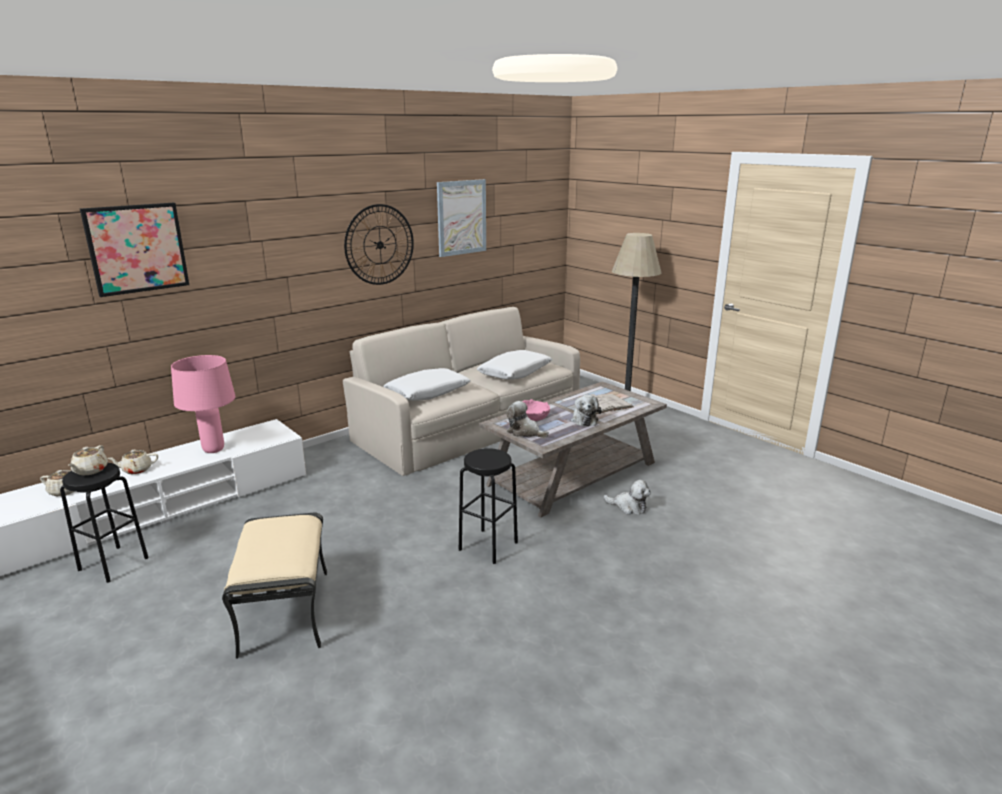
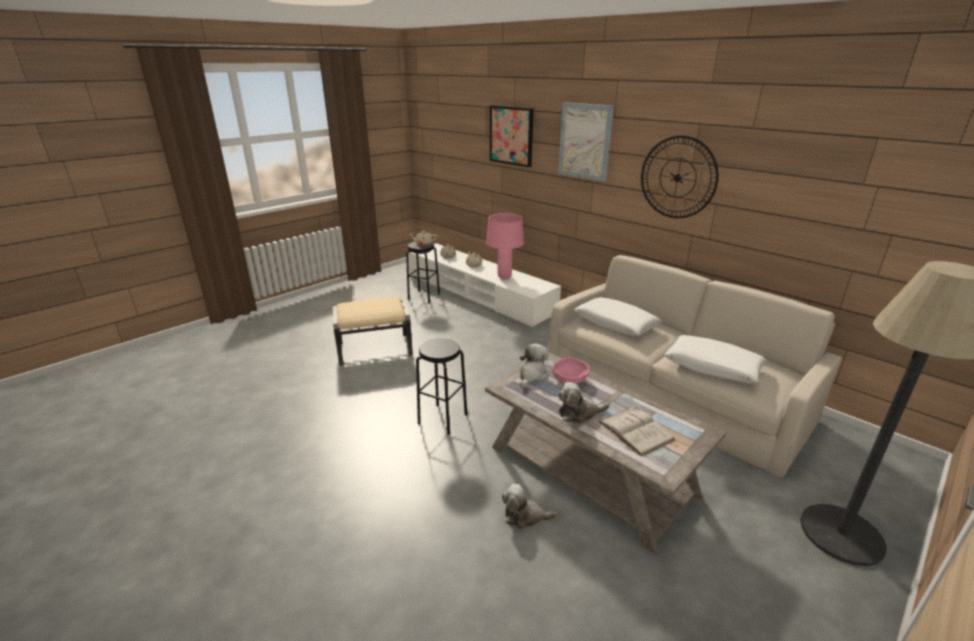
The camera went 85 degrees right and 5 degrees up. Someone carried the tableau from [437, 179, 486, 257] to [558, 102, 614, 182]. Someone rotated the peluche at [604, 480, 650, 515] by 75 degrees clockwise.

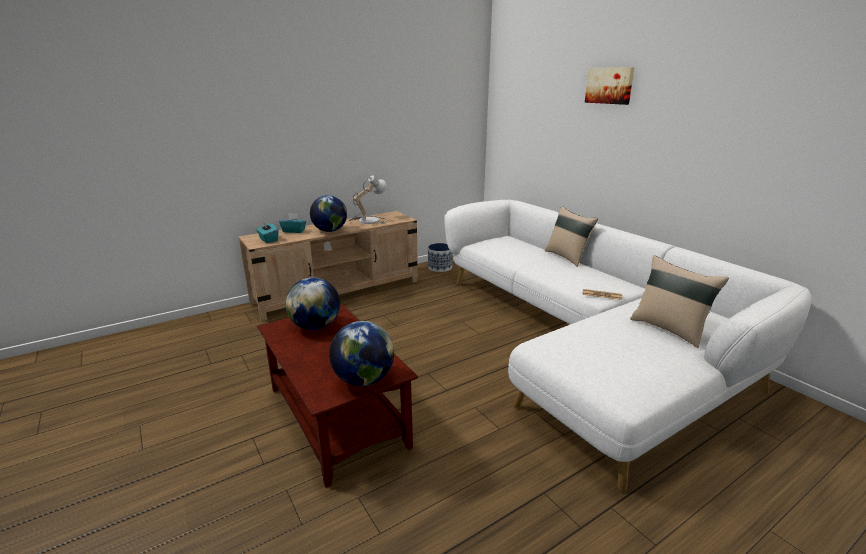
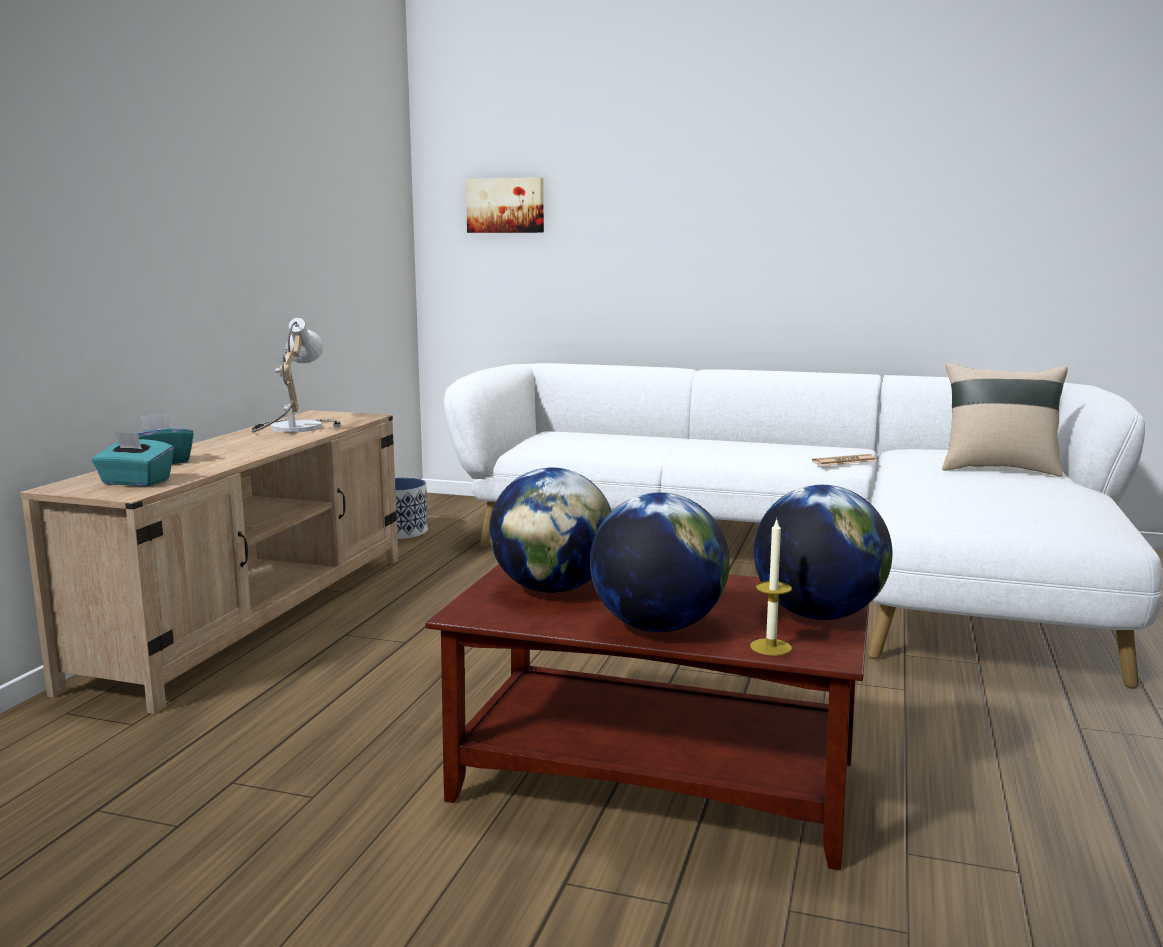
The camera went 40 degrees left and 10 degrees down. Someone carried the globe from [310, 195, 347, 232] to [590, 492, 730, 632]. Someone took away the coussin/beige at [545, 206, 598, 267]. Someone carried the tableau from [585, 67, 635, 105] to [466, 178, 544, 233]. Someone put down the bougie at [750, 520, 792, 656].

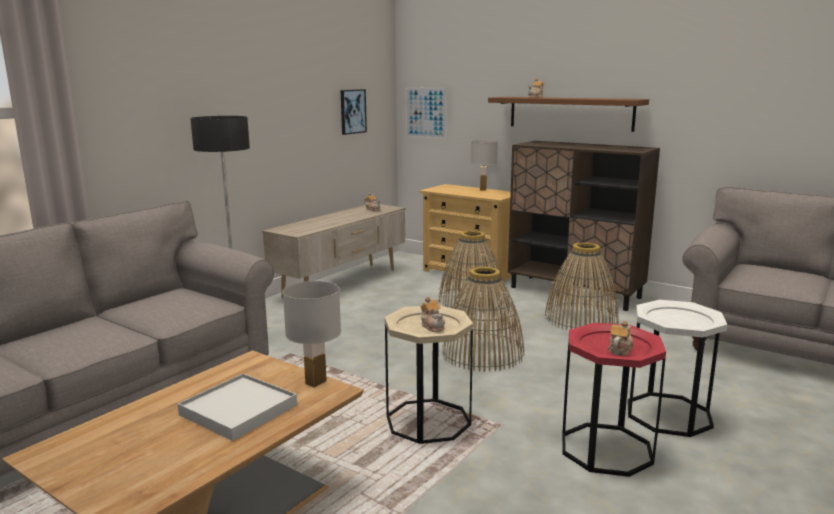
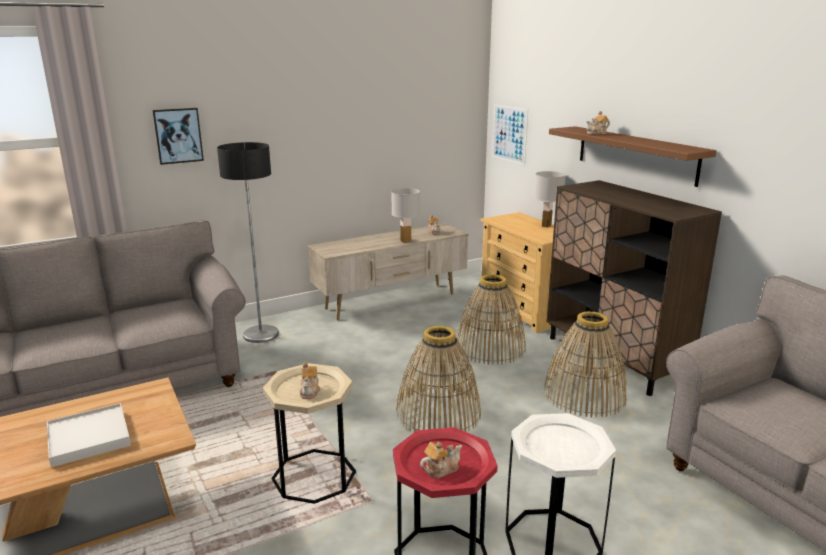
The camera went 25 degrees right and 5 degrees up. Someone carried the lampe de table/blanc from [283, 281, 341, 387] to [391, 188, 420, 242]. Someone carried the tableau from [341, 89, 367, 135] to [152, 108, 204, 165].

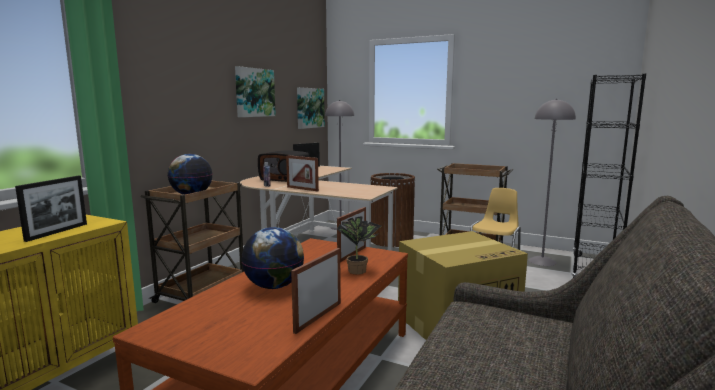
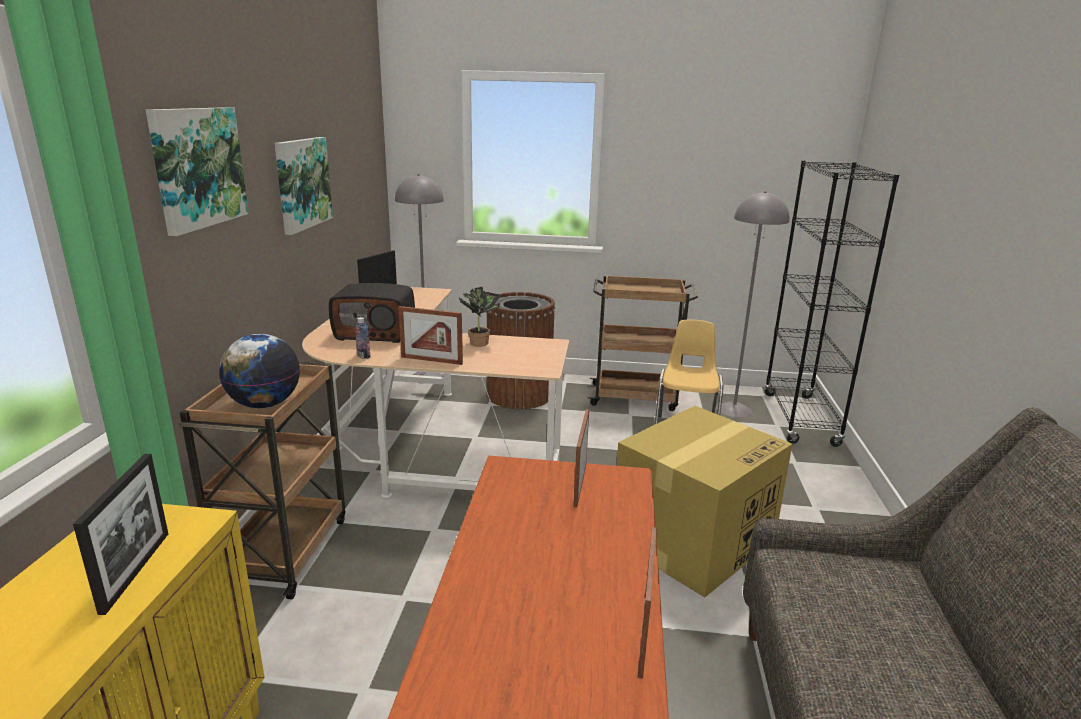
The camera went 20 degrees left and 10 degrees up. Someone took away the globe at [241, 227, 304, 289]. Someone carried the tableau from [297, 87, 325, 129] to [146, 107, 249, 236]. Someone carried the plante en pot from [337, 216, 381, 274] to [459, 287, 502, 347].

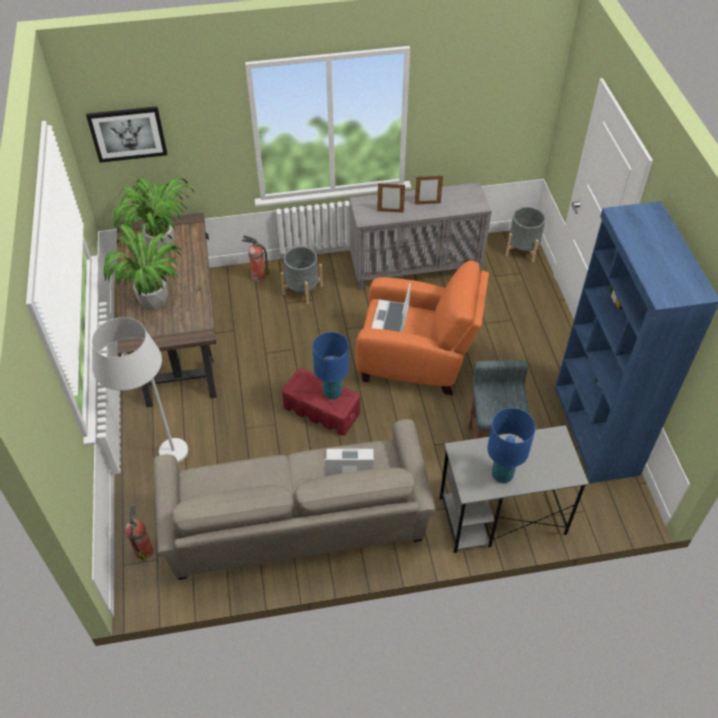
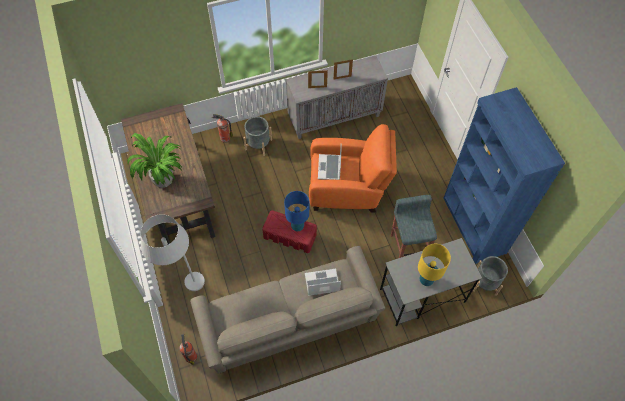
The camera went 10 degrees left and 10 degrees up. Someone took away the tableau at [86, 106, 167, 163]. Someone took away the plante en pot at [114, 176, 194, 252]. Someone repainted the lampe de table/bleu at [487, 408, 536, 483], which became the lampe de table/jaune at [418, 244, 451, 286]. Someone carried the cache-pot/gris from [506, 207, 546, 263] to [473, 256, 508, 296].

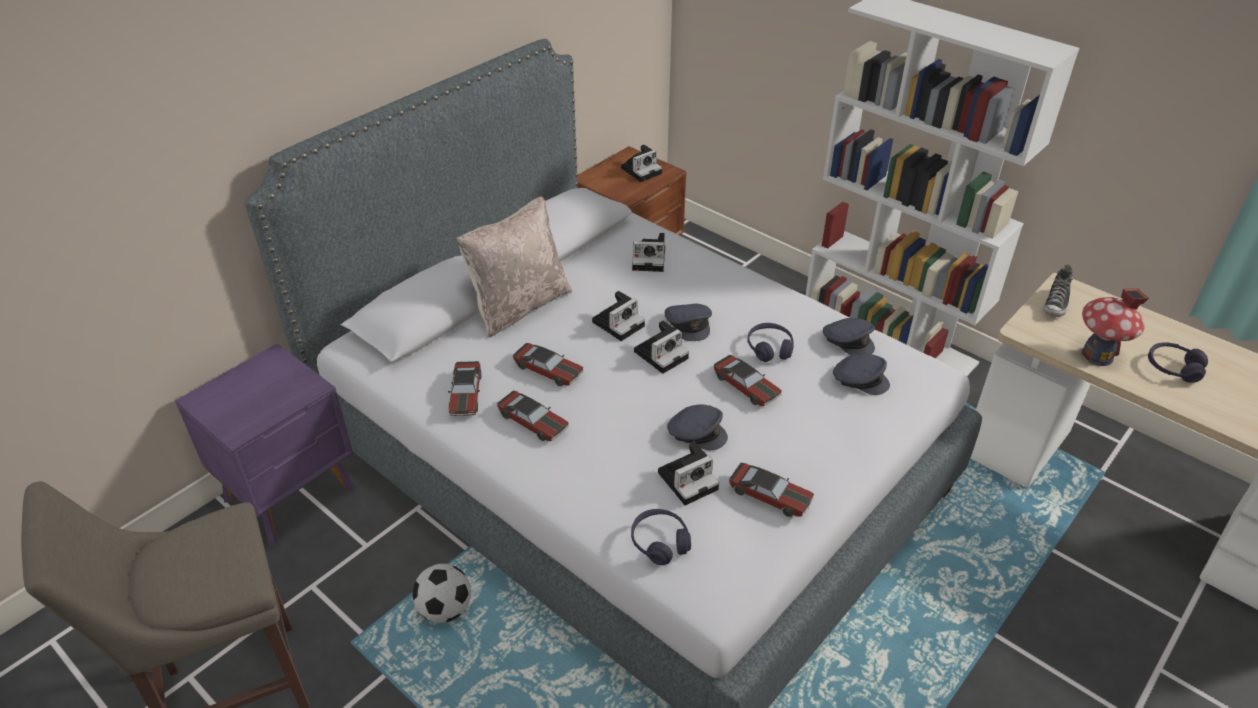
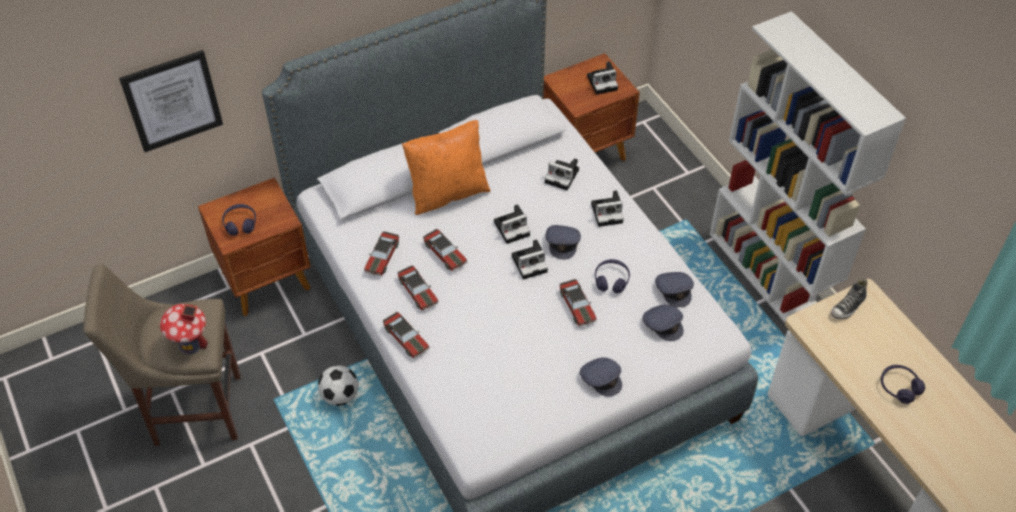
The camera went 20 degrees right and 10 degrees up. Someone repainted the table de chevet/violet at [175, 343, 354, 545], which became the table de chevet/marron at [198, 177, 311, 316]. Someone repainted the coussin/beige at [457, 196, 572, 338], which became the coussin/orange at [402, 120, 491, 215]. Someone carried the casque audio/violet from [631, 509, 691, 565] to [222, 204, 256, 236]. Someone carried the appareil photo from [658, 442, 719, 505] to [591, 190, 624, 227]. Someone carried the casquette/gris from [667, 405, 728, 450] to [580, 357, 622, 397]. Someone carried the petite voiture from [729, 463, 814, 517] to [383, 312, 430, 358]. Someone carried the maison miniature from [1081, 288, 1149, 366] to [160, 304, 208, 354]. Someone put up the tableau at [119, 50, 223, 152].

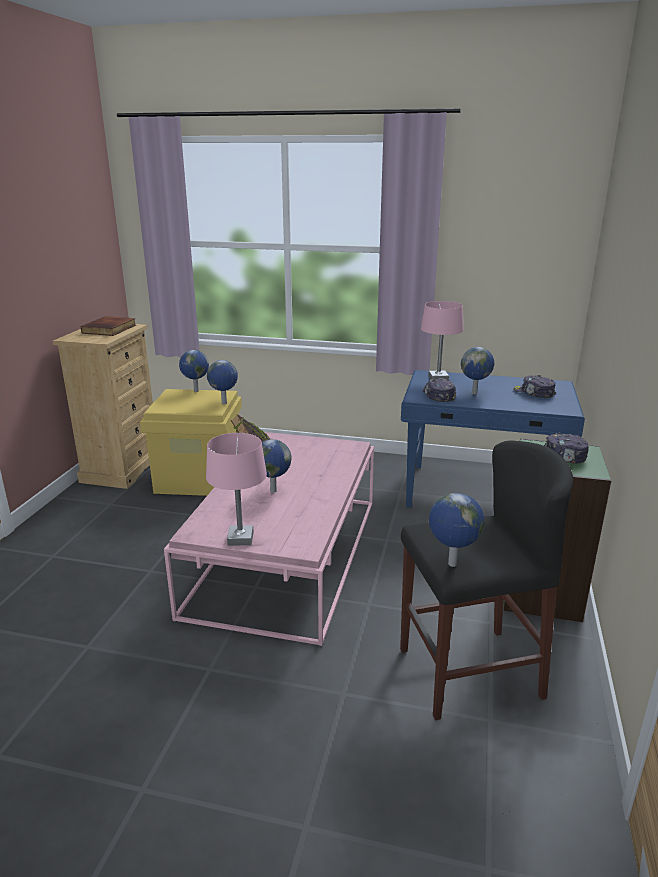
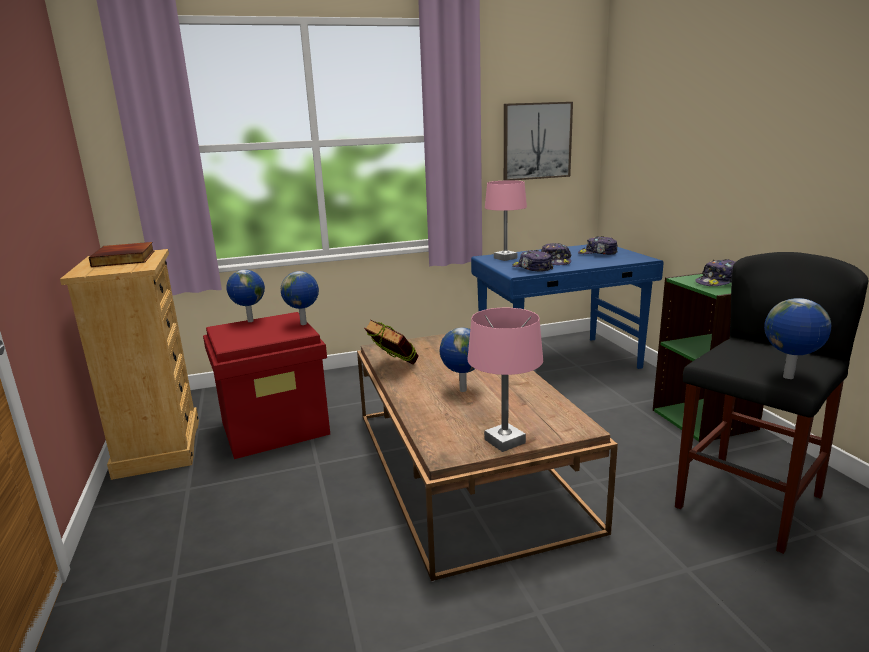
The camera went 30 degrees left and 5 degrees down. Someone repainted the boîte de rangement/jaune at [140, 389, 242, 496], which became the boîte de rangement/rouge at [203, 312, 330, 459]. Someone repainted the table basse/rose at [164, 432, 374, 646], which became the table basse/marron at [357, 334, 618, 582]. Someone swapped the globe at [461, 347, 494, 394] for the casquette at [541, 243, 572, 265]. Someone put up the tableau at [504, 102, 573, 181].

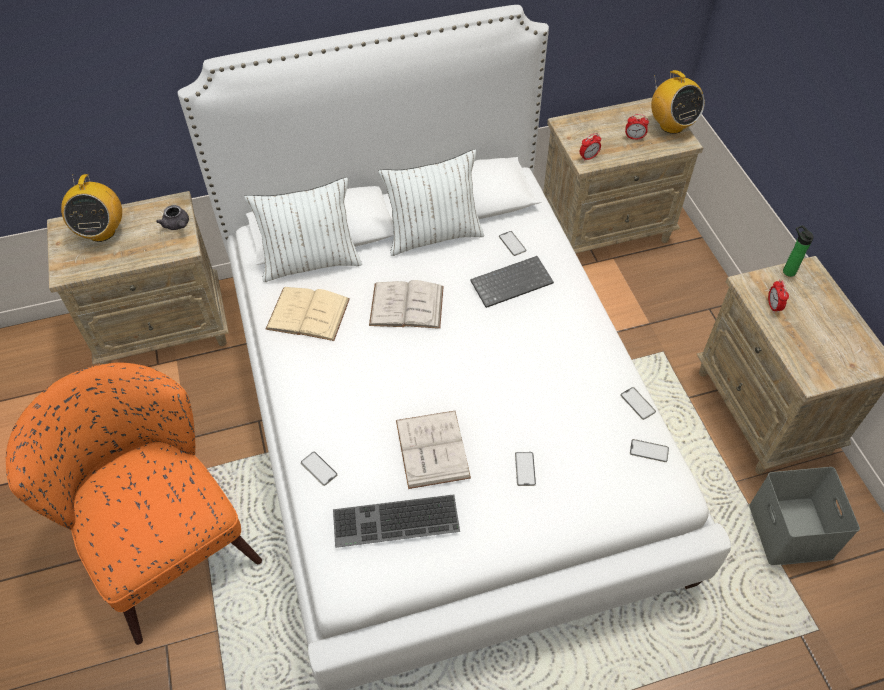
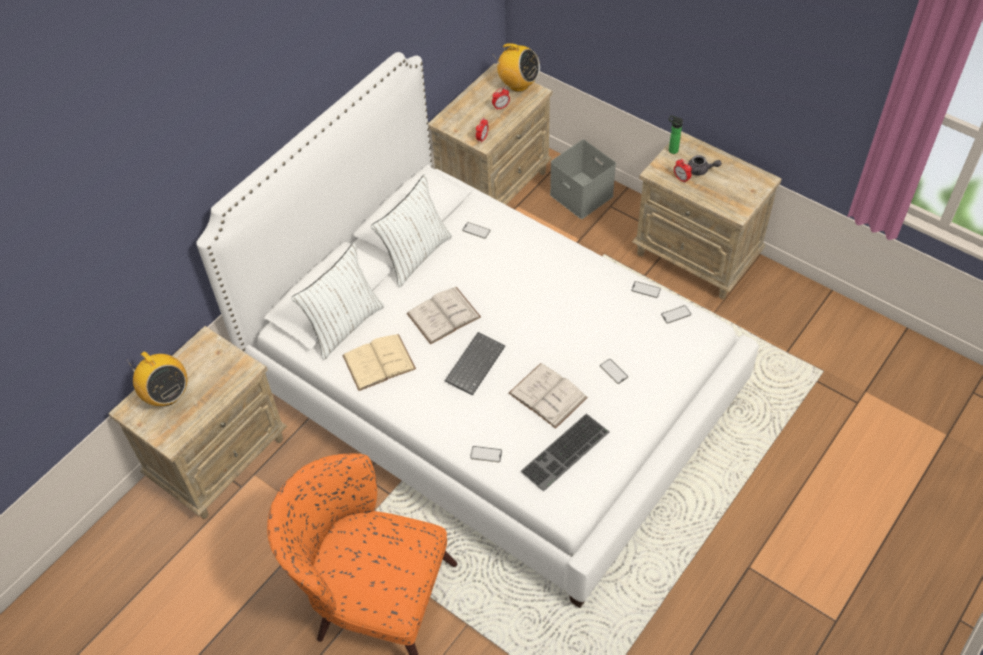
The camera went 35 degrees left and 0 degrees up. Someone carried the théière/gris from [156, 205, 189, 230] to [688, 155, 722, 176]. Someone carried the clavier from [470, 256, 554, 308] to [445, 332, 505, 396]. Someone carried the boîte de rangement/gris from [749, 467, 860, 565] to [550, 139, 616, 219].

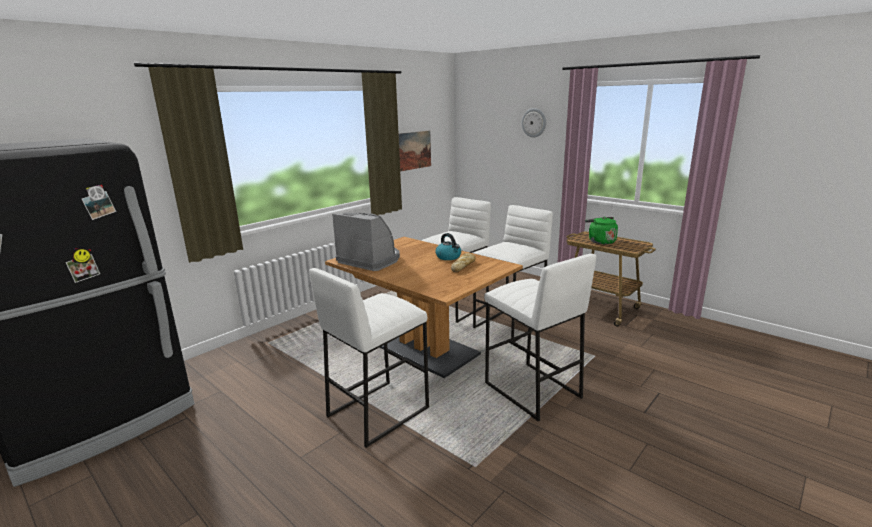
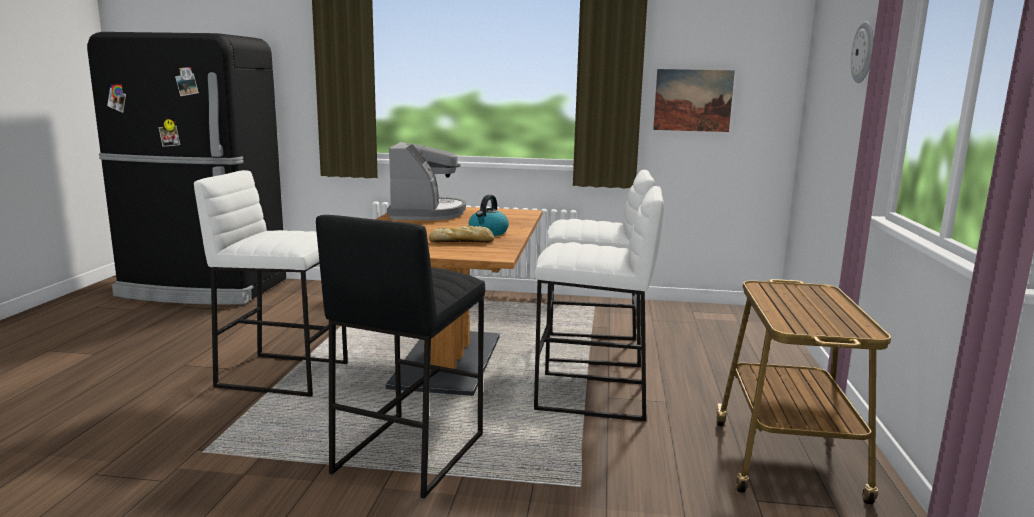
The camera went 55 degrees right and 5 degrees down. Someone repainted the tabouret/blanc at [484, 254, 596, 422], which became the tabouret/noir at [316, 215, 485, 498]. Someone took away the bouilloire/vert at [585, 217, 618, 244].

